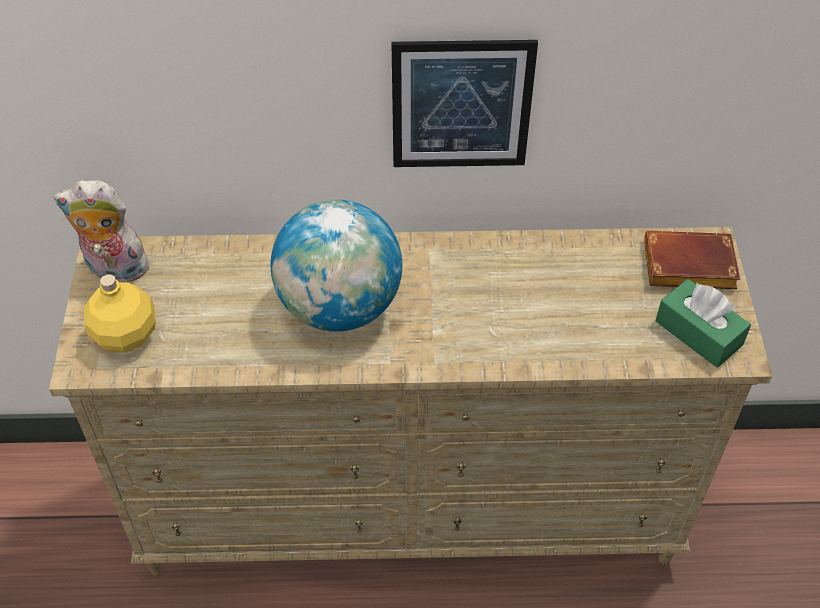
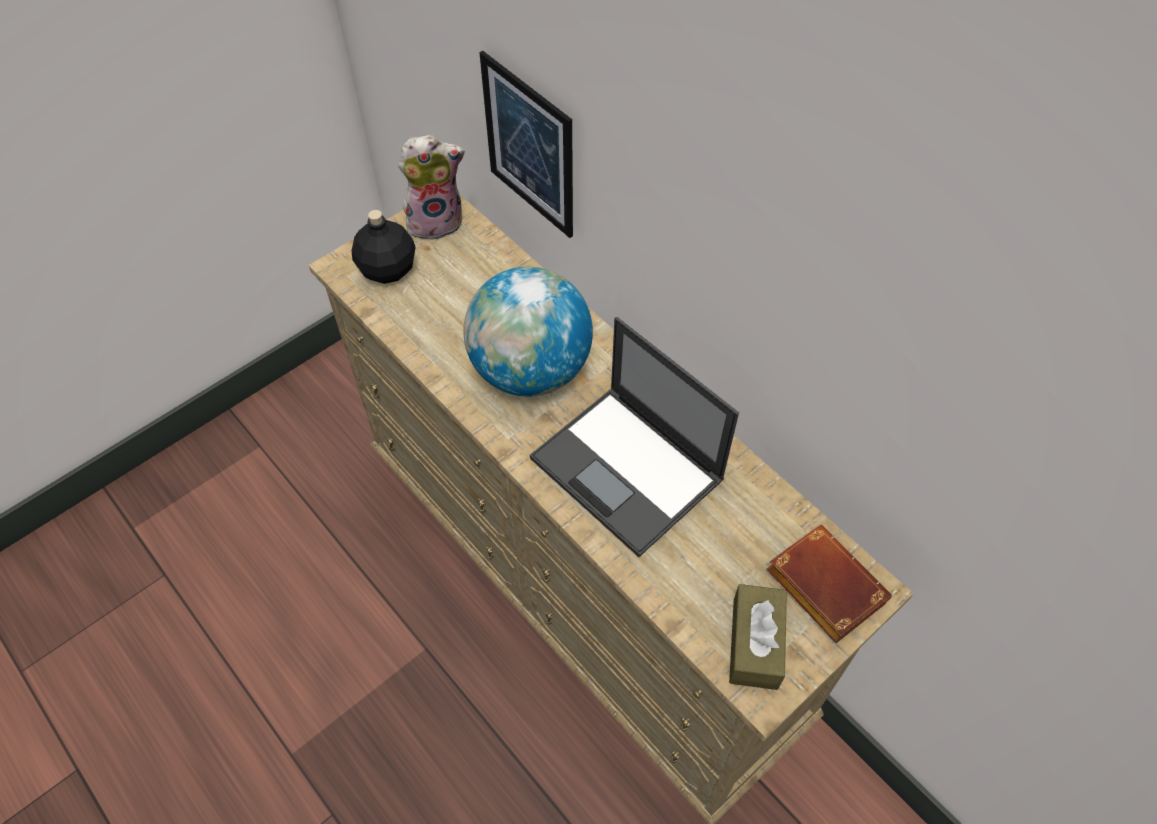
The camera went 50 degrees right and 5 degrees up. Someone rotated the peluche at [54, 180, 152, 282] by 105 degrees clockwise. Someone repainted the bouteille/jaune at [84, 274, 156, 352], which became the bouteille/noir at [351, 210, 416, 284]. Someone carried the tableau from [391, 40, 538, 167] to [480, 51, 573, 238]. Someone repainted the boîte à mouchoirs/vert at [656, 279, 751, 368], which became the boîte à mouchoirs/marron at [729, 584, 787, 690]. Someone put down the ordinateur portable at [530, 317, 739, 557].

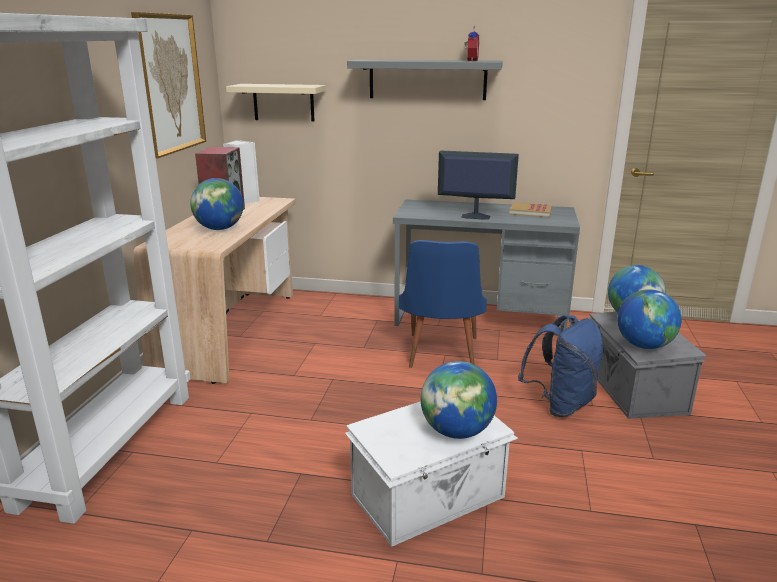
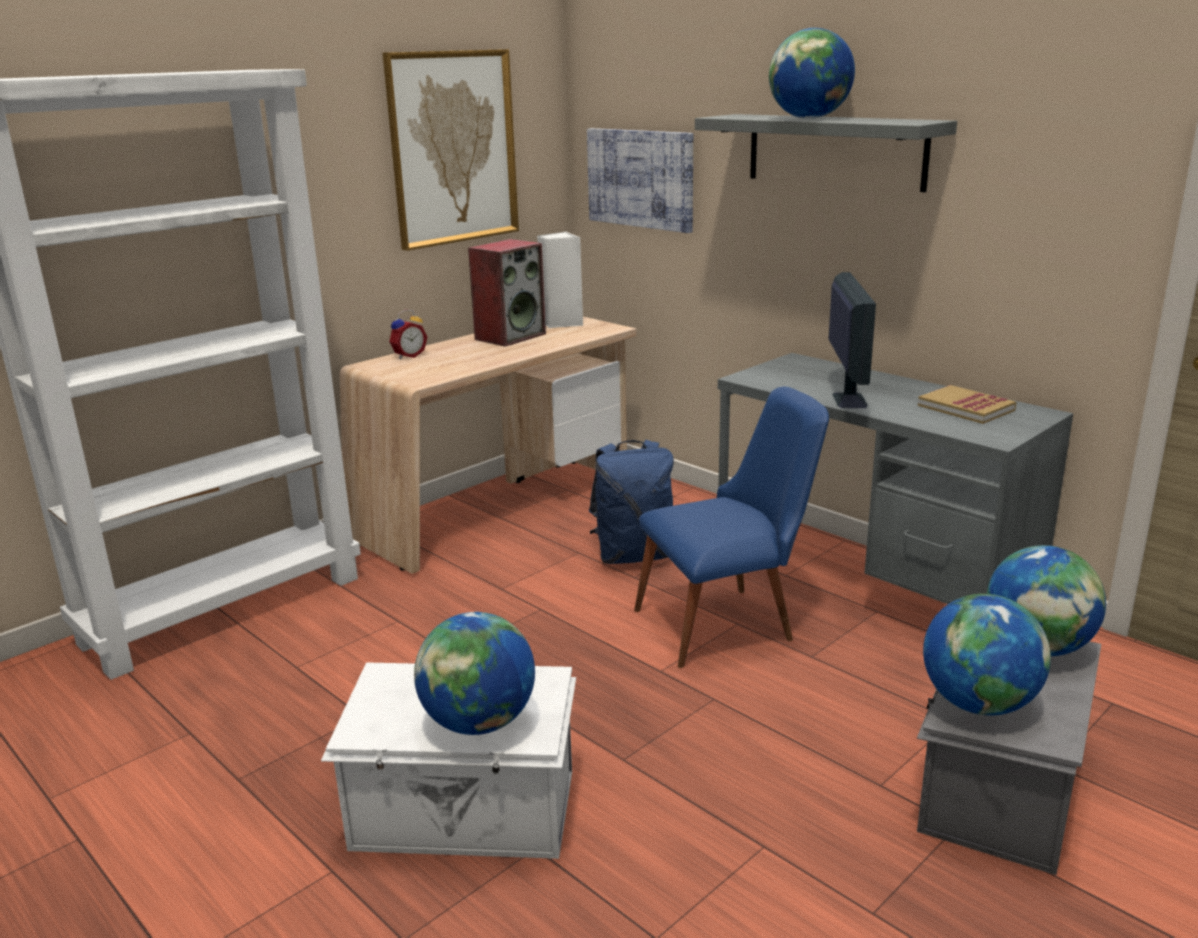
The camera went 35 degrees right and 0 degrees up. Someone carried the globe from [190, 178, 244, 230] to [769, 28, 855, 119]. Someone swapped the étagère/beige at [226, 84, 326, 122] for the tableau at [587, 128, 693, 233]. Someone rotated the chaise/bleu at [399, 240, 487, 368] by 150 degrees counterclockwise. Someone rotated the écran d'ordinateur at [438, 150, 519, 220] by 45 degrees clockwise. Someone carried the réveil from [464, 26, 479, 61] to [389, 309, 427, 359]. Someone carried the sac à dos/bleu from [518, 315, 604, 417] to [589, 440, 674, 564].

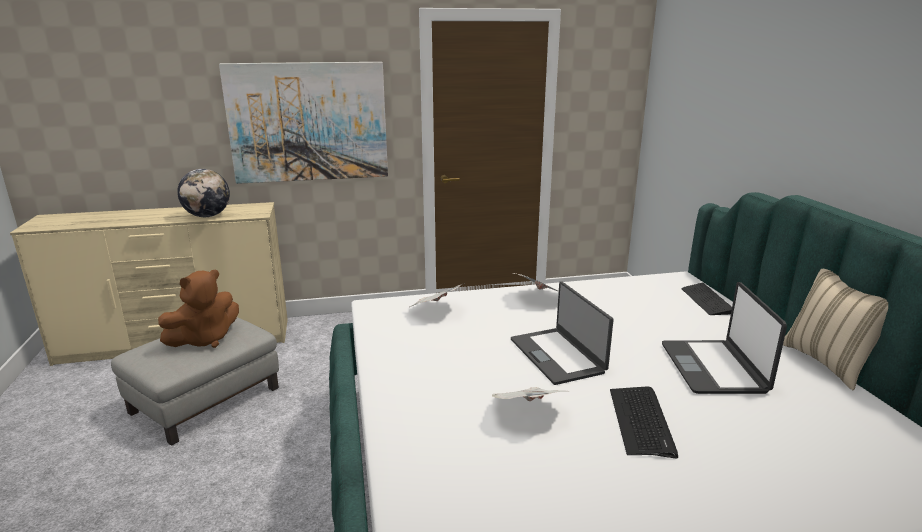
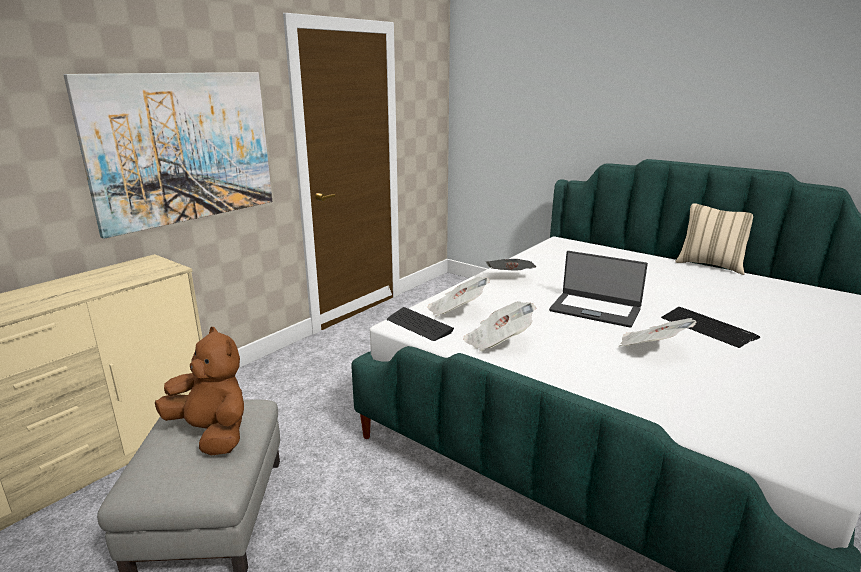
The camera went 40 degrees left and 0 degrees up. Someone rotated the peluche/marron at [158, 270, 239, 348] by 60 degrees counterclockwise. Someone took away the globe at [177, 169, 230, 217]. Someone took away the ordinateur portable at [662, 282, 787, 394]. Someone carried the clavier from [681, 283, 732, 315] to [387, 307, 454, 341]. Someone put down the journal at [463, 301, 536, 352].

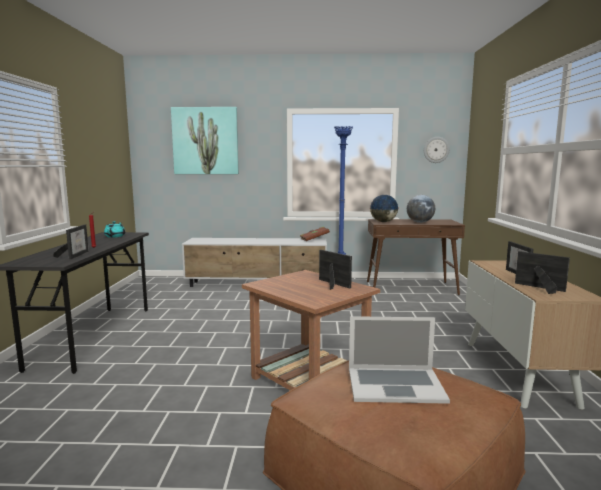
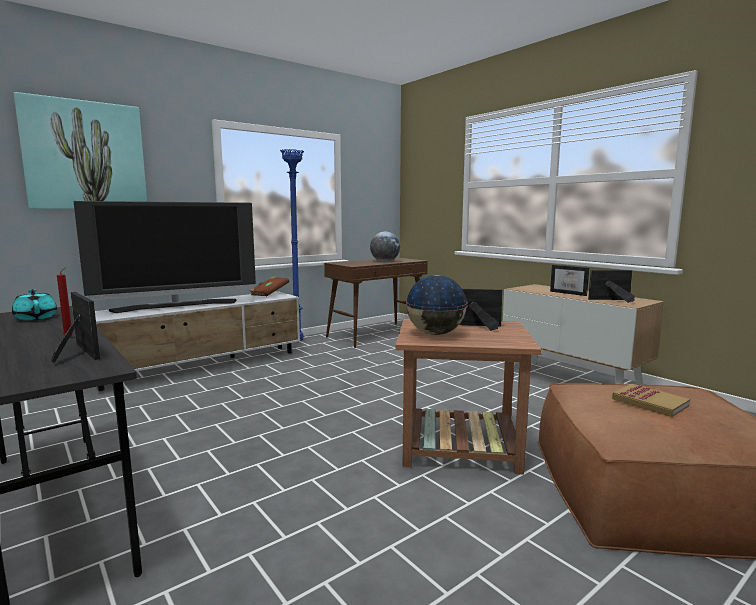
The camera went 40 degrees left and 0 degrees up. Someone swapped the ordinateur portable at [349, 316, 450, 404] for the livre at [612, 384, 690, 417]. Someone carried the globe from [370, 195, 399, 222] to [405, 275, 468, 335]. Someone took away the horloge murale at [424, 137, 450, 163]. Someone put down the téléviseur at [74, 201, 256, 313].

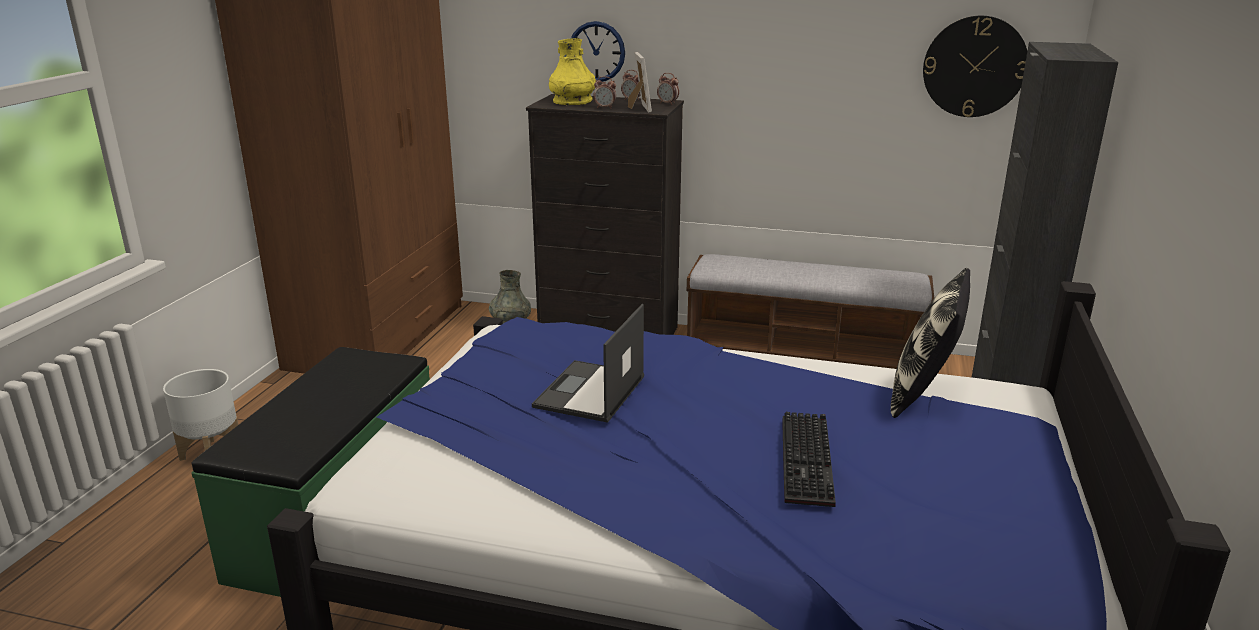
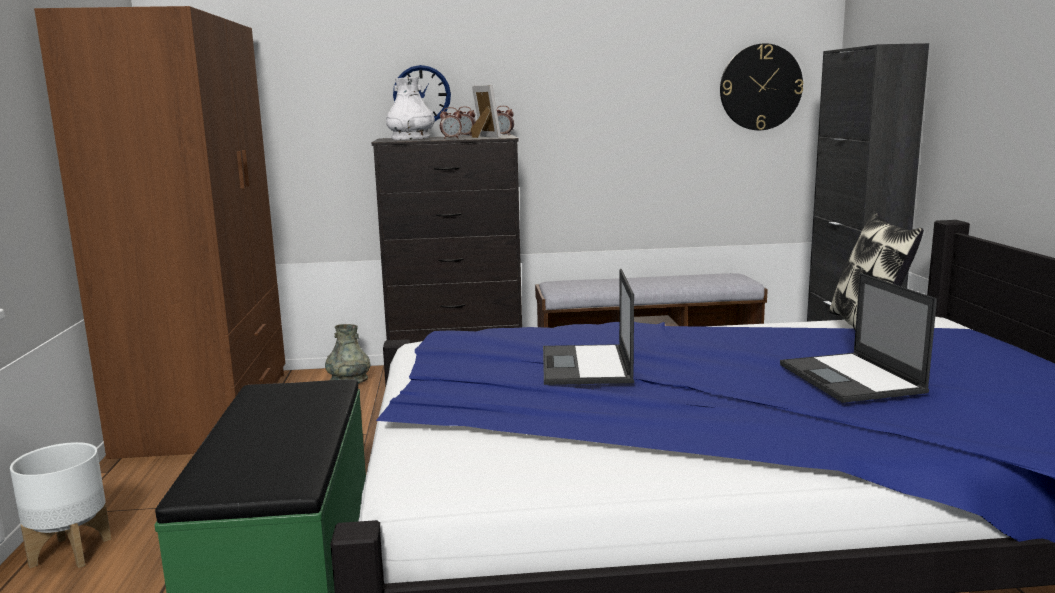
The camera went 20 degrees left and 10 degrees down. Someone repainted the vase/jaune at [549, 38, 596, 105], which became the vase/blanc at [386, 77, 435, 140]. Someone swapped the clavier at [783, 412, 836, 507] for the ordinateur portable at [780, 273, 937, 403].

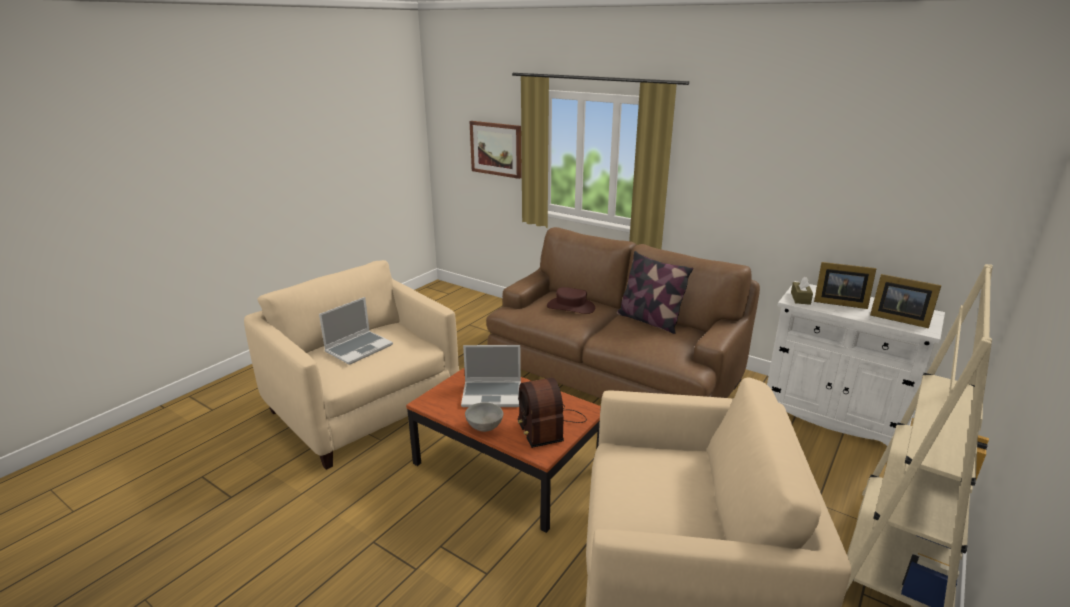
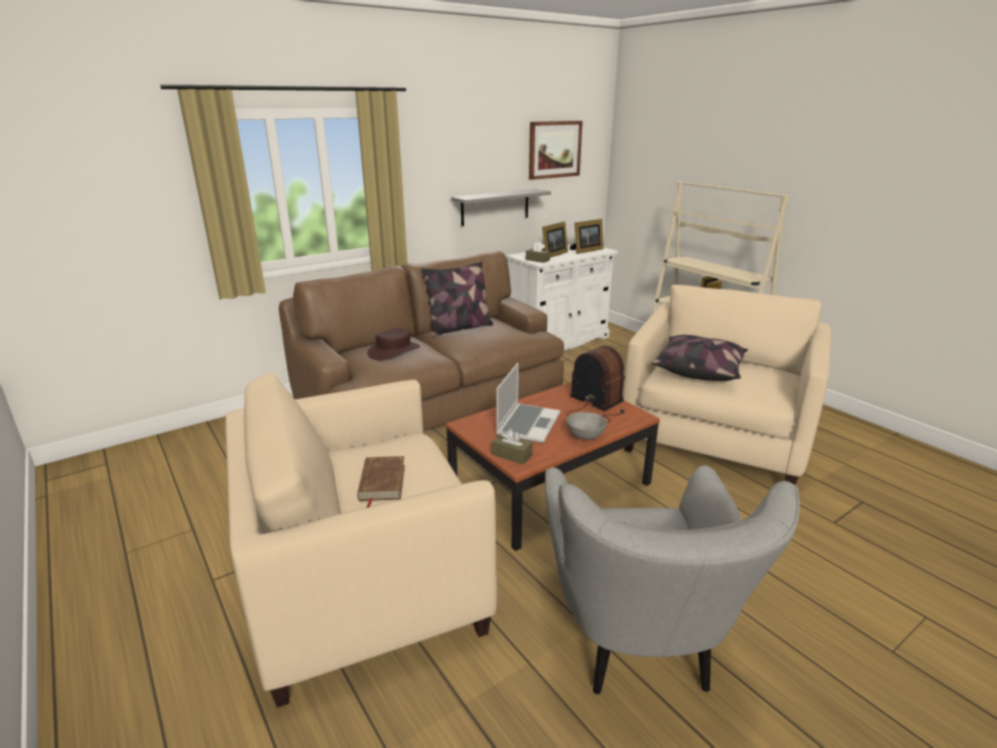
The camera went 70 degrees left and 0 degrees up. Someone swapped the ordinateur portable at [319, 297, 393, 365] for the livre/marron at [357, 456, 405, 508]. Someone carried the tableau from [470, 121, 522, 179] to [529, 121, 583, 180]. Someone rotated the radio at [518, 377, 587, 448] by 135 degrees counterclockwise. Someone put up the étagère/gris at [451, 189, 551, 226]. Someone put down the boîte à mouchoirs/marron at [492, 429, 533, 464]. Someone put down the fauteuil/gris at [545, 465, 800, 695]. Someone put down the coussin at [651, 335, 748, 381].

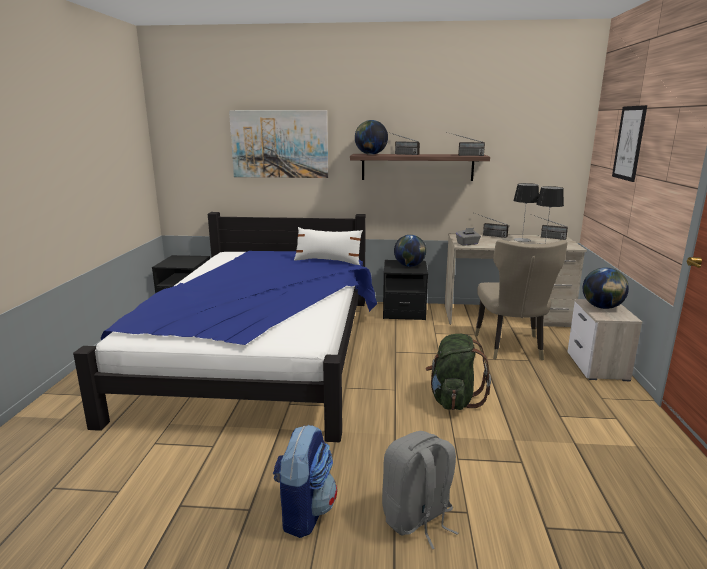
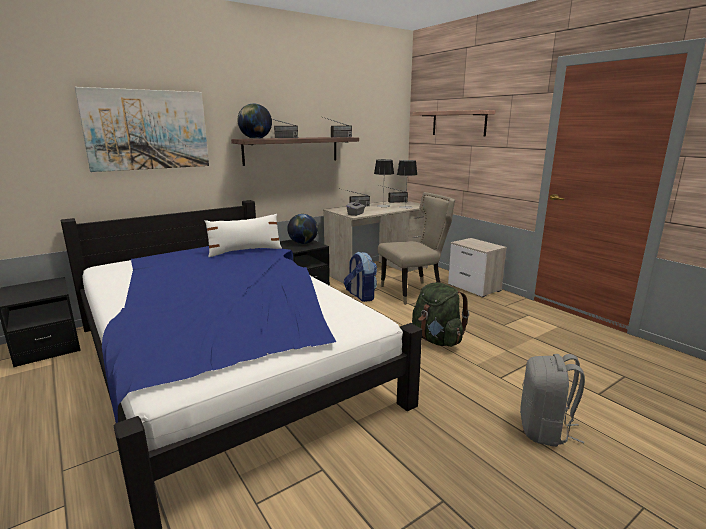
The camera went 40 degrees left and 0 degrees up. Someone carried the sac à dos from [273, 425, 337, 538] to [344, 252, 377, 302]. Someone rotated the chaise/beige at [475, 239, 568, 360] by 75 degrees counterclockwise. Someone took away the globe at [583, 267, 629, 309]. Someone swapped the tableau at [612, 105, 647, 182] for the étagère at [413, 110, 496, 136].

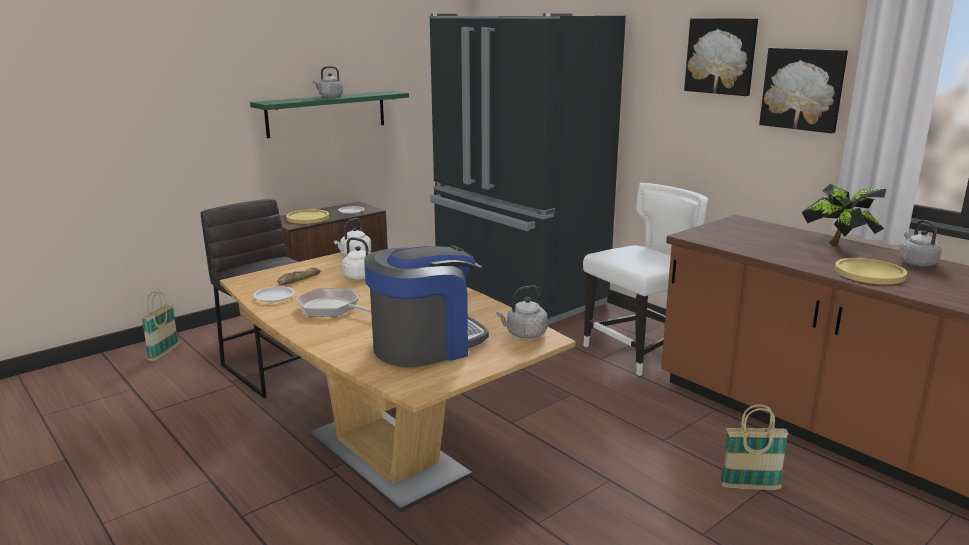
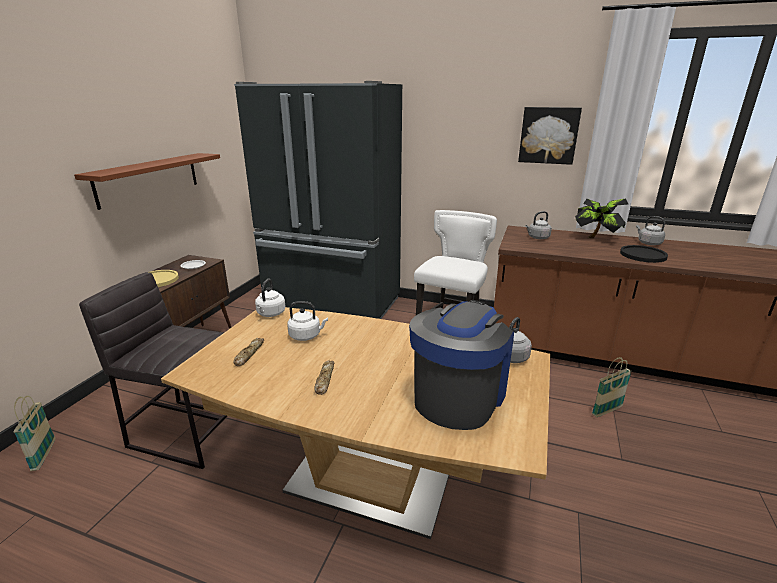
The camera went 30 degrees left and 5 degrees up. Someone repainted the étagère/vert at [250, 91, 409, 138], which became the étagère/marron at [74, 153, 220, 210]. Someone took away the assiette/blanc at [253, 286, 295, 302]. Someone swapped the poêle at [296, 288, 371, 317] for the pain at [314, 361, 334, 395]. Someone carried the bouilloire/gris from [313, 66, 343, 98] to [525, 211, 552, 239]. Someone took away the tableau at [684, 18, 758, 96]. Someone repainted the assiette/jaune at [834, 258, 907, 284], which became the assiette/noir at [620, 245, 668, 263].

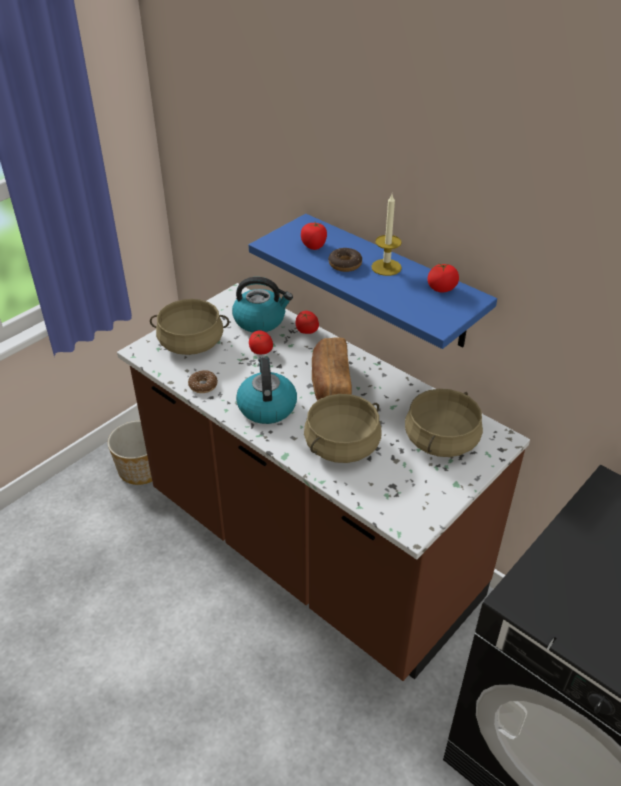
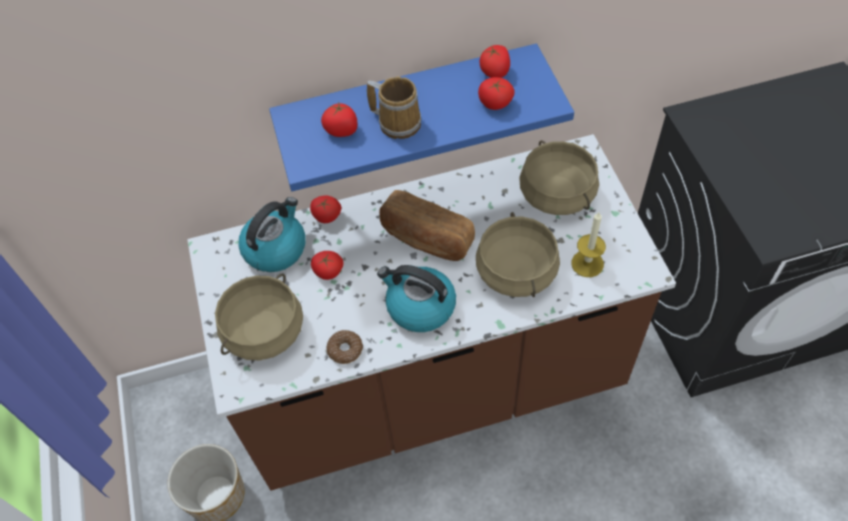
The camera went 55 degrees left and 15 degrees up. Someone swapped the beignet at [328, 248, 362, 272] for the mug at [367, 77, 421, 139]. Someone carried the bougie from [371, 194, 402, 276] to [571, 212, 606, 277]. Someone put down the tomate at [478, 77, 515, 110].

